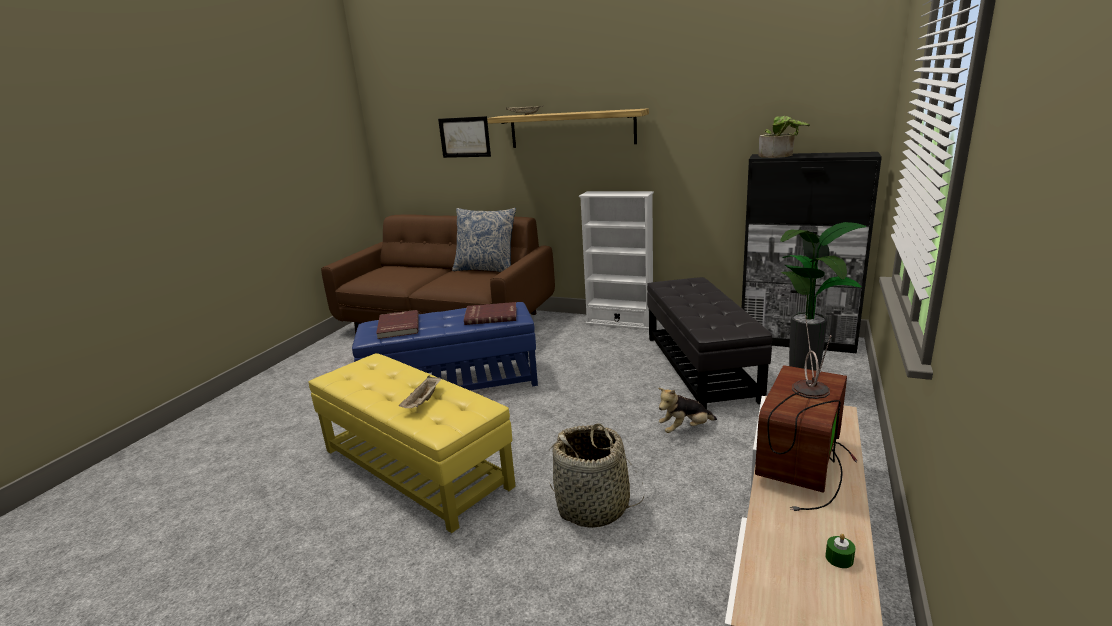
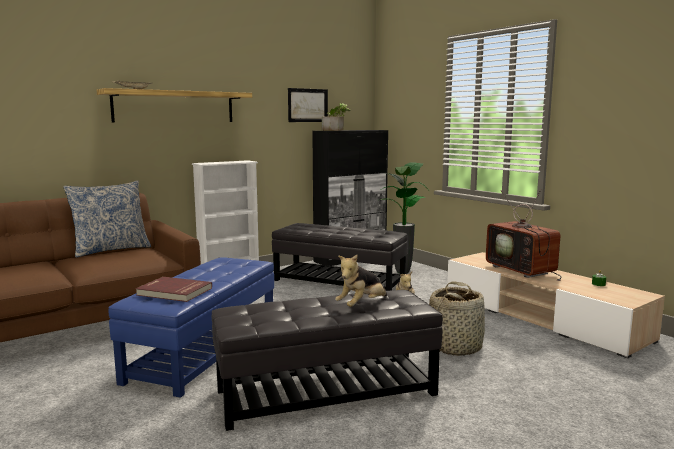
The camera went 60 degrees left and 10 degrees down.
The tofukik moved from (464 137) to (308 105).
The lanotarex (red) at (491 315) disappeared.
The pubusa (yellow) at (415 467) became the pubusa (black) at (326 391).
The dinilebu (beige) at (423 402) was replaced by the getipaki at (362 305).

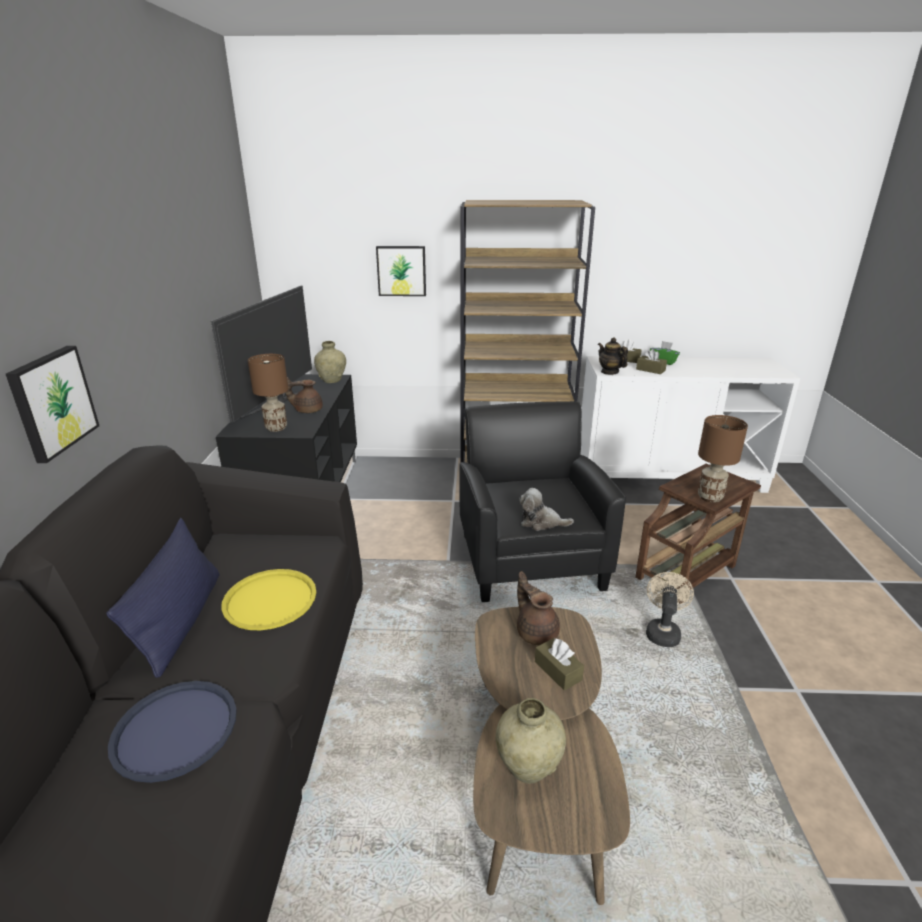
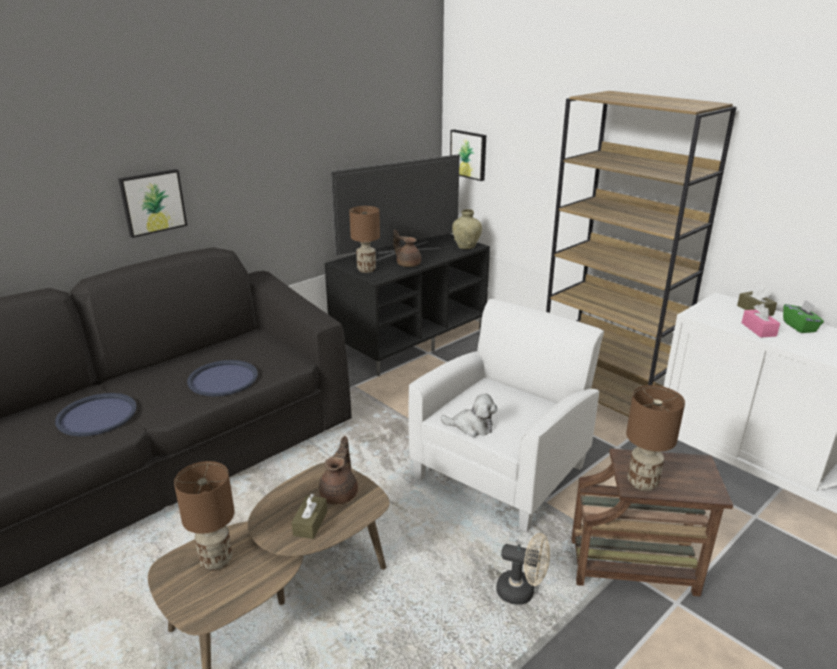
The camera went 45 degrees right and 0 degrees up.
The tofukik moved from (401 270) to (469 154).
The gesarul at (609 372) disappeared.
The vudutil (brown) at (650 370) became the vudutil (pink) at (758 329).
The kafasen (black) at (530 559) became the kafasen (white) at (501 471).
The getipaki at (541 522) turned 135 degrees clockwise.
The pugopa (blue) at (181 621) disappeared.
The dinilebu (yellow) at (270 600) became the dinilebu (blue) at (223 379).
The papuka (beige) at (662 631) turned 45 degrees clockwise.
The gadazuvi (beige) at (528 767) was replaced by the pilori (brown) at (216 560).

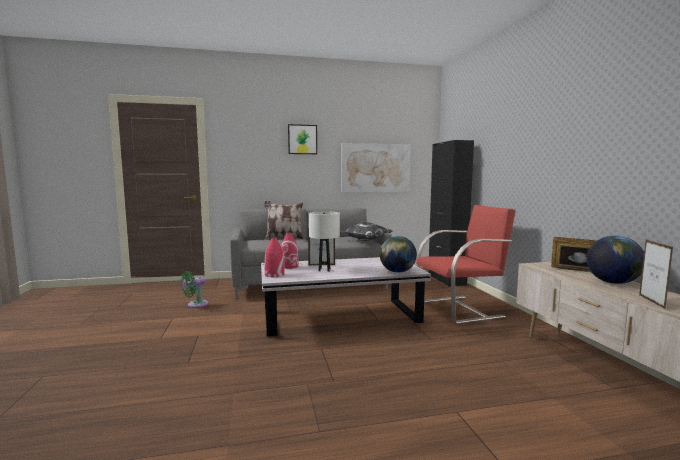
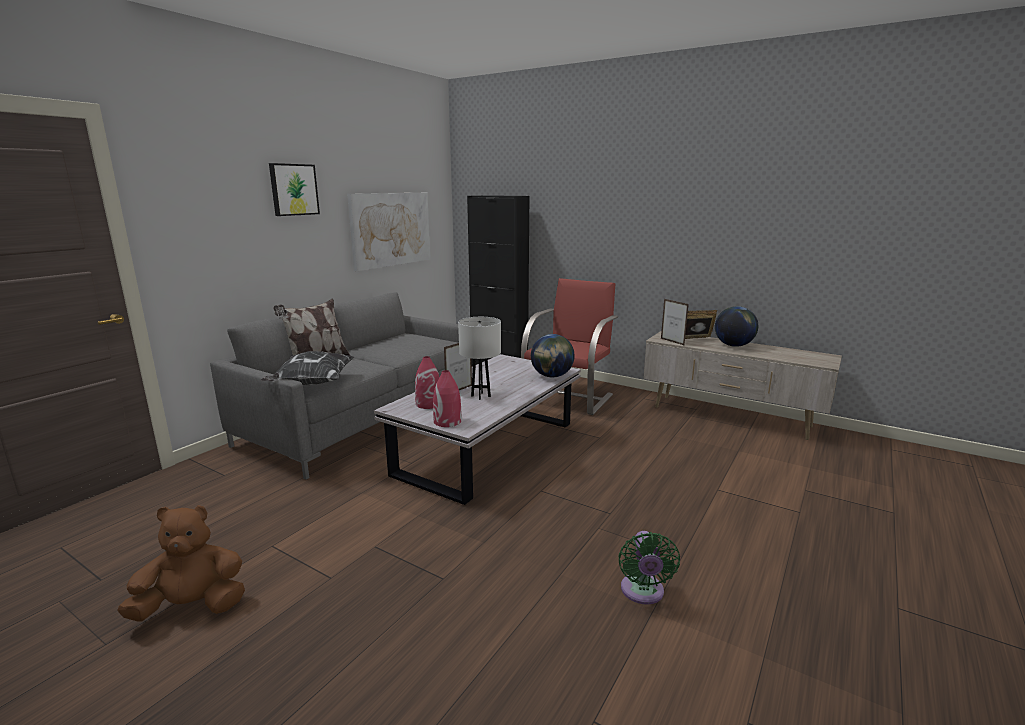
The camera went 45 degrees left and 10 degrees up.
The pugopa moved from (364 240) to (312 384).
The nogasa moved from (651 301) to (672 342).
The papuka (green) moved from (195 305) to (642 593).
The getipaki (brown) at (193 606) appeared.

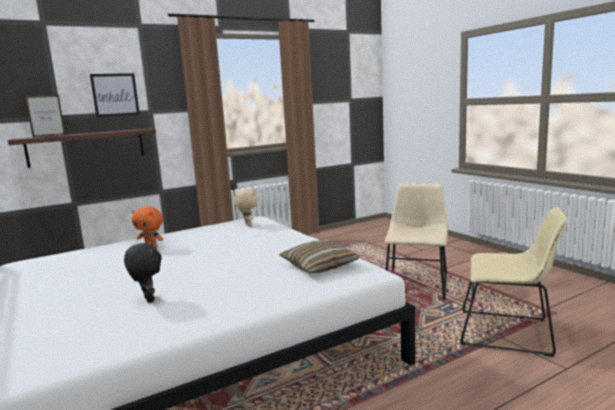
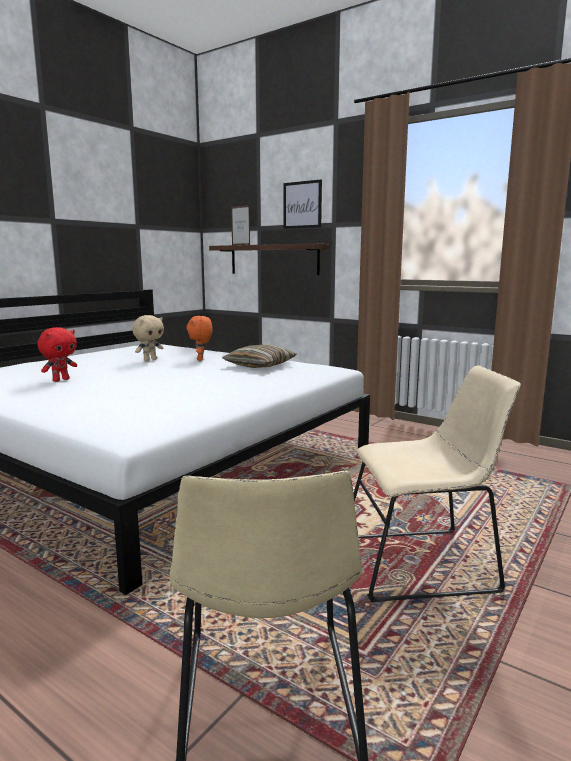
The camera went 65 degrees right and 0 degrees up.
The getipaki (beige) moved from (247 225) to (150 359).
The pugopa moved from (319 266) to (260 365).
The getipaki (black) at (147 300) became the getipaki (red) at (60 380).

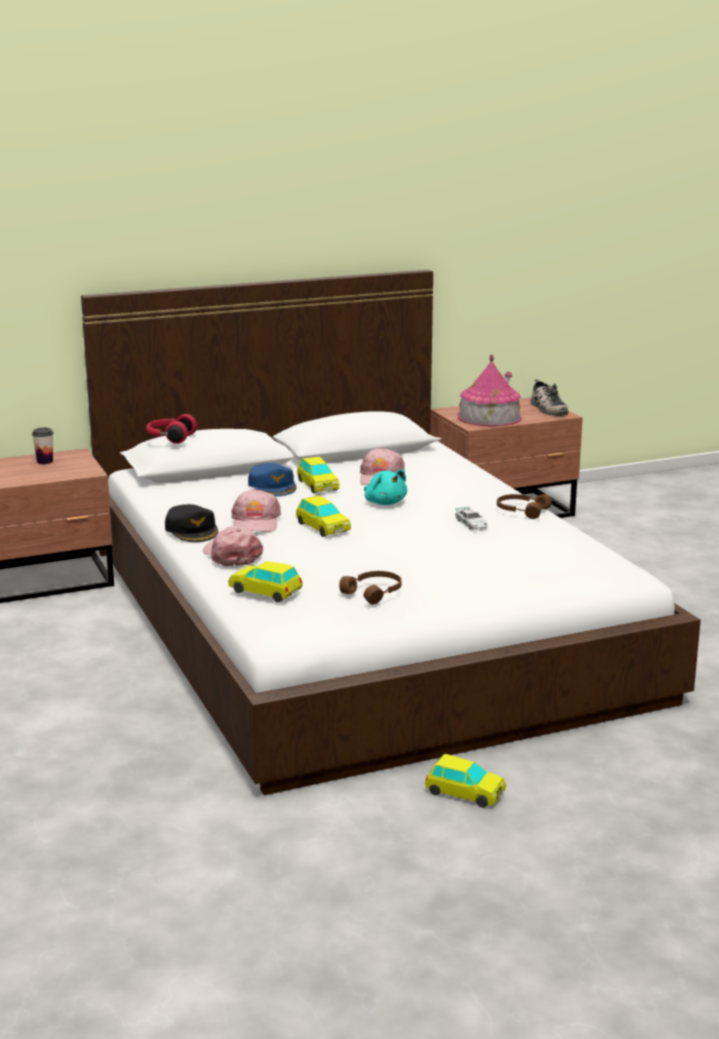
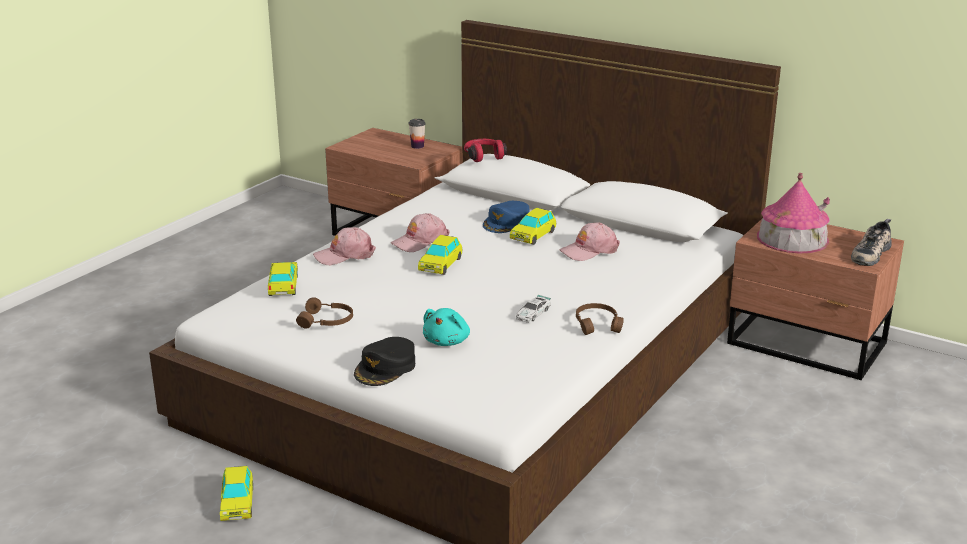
The camera went 55 degrees right and 5 degrees up.
The getipaki (turquoise) moved from (384 502) to (447 341).
The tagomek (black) moved from (192 530) to (386 368).
The tagomek (pink) at (232 555) turned 135 degrees counterclockwise.

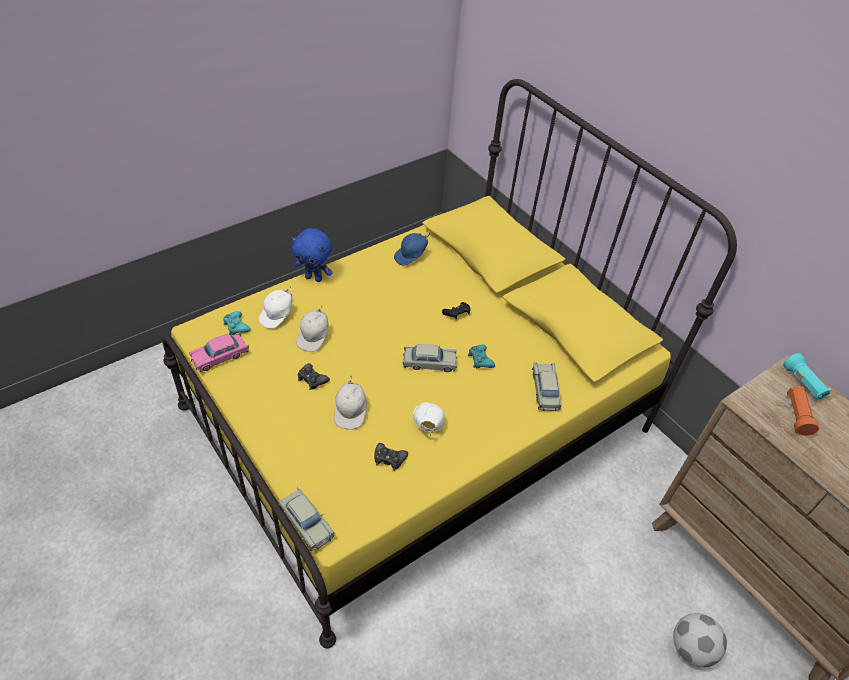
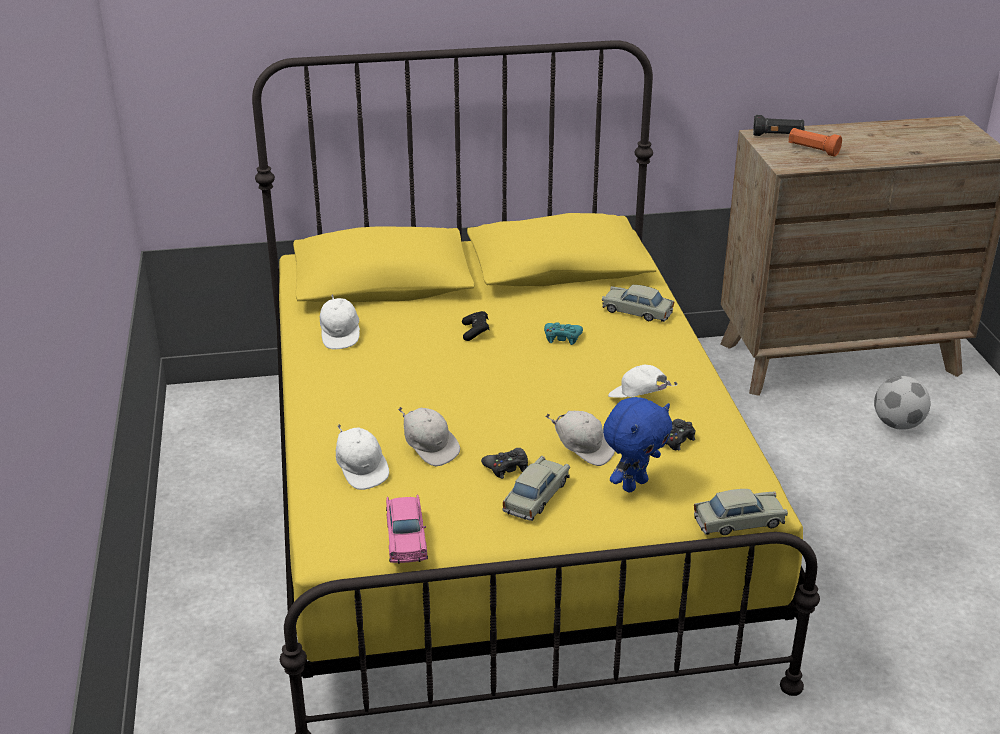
The camera went 60 degrees left and 15 degrees down.
The getipaki (blue) moved from (314 278) to (633 484).
The tagomek (blue) at (411 256) became the tagomek (white) at (340 335).
The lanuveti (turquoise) at (236 326) disappeared.
The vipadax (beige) moved from (429 363) to (536 496).
The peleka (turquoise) at (803 383) became the peleka (black) at (777 135).

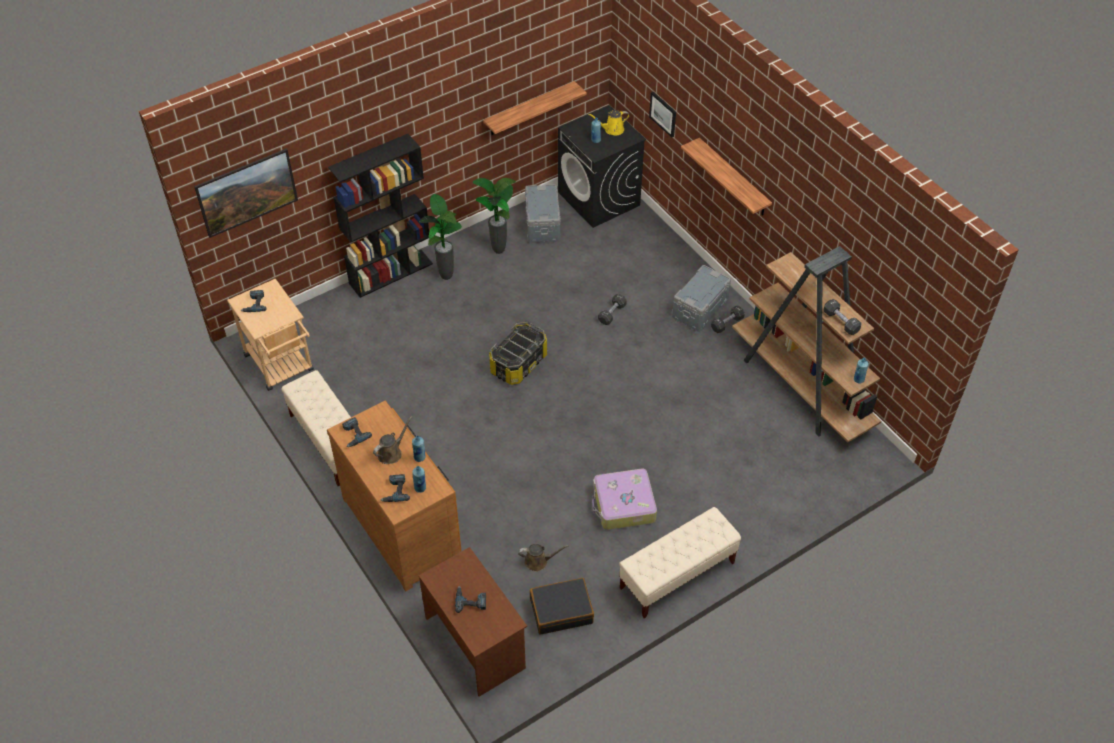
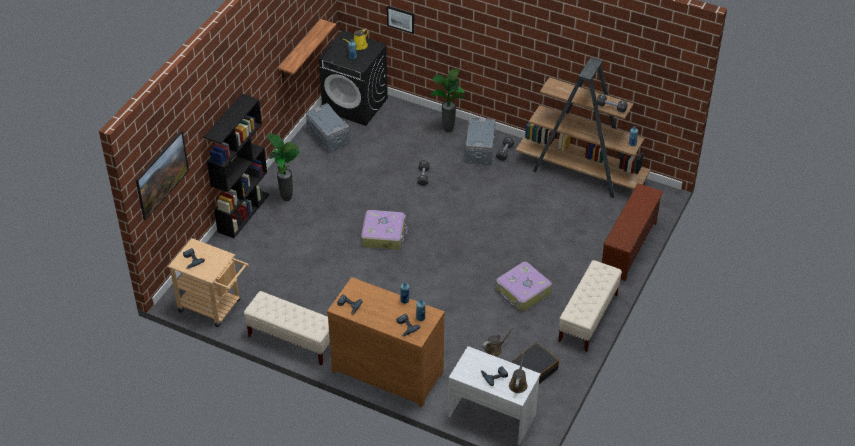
The camera went 30 degrees left and 5 degrees down.
The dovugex at (733 178) disappeared.
The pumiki moved from (497 250) to (447 130).
The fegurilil at (518 363) was replaced by the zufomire at (384 234).
The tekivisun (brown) moved from (391 453) to (518 384).
The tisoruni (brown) at (476 642) became the tisoruni (white) at (492 414).
The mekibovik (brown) at (629 248) appeared.

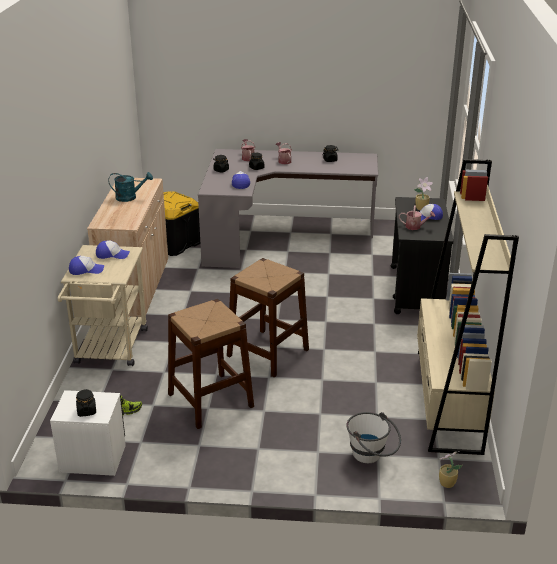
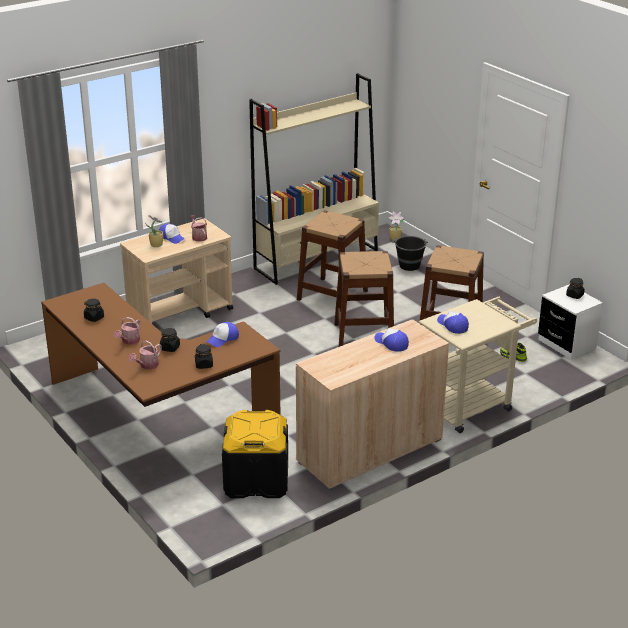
The camera went 130 degrees left and 0 degrees up.
The tisoruni (grey) at (279 235) became the tisoruni (brown) at (154 422).
The tekivisun (turquoise) at (130 197) disappeared.
The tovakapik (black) at (416 291) became the tovakapik (beige) at (181 313).
The tagomek moved from (86 270) to (391 343).
The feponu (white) at (372 456) became the feponu (black) at (409 263).
The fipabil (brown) at (332 295) appeared.

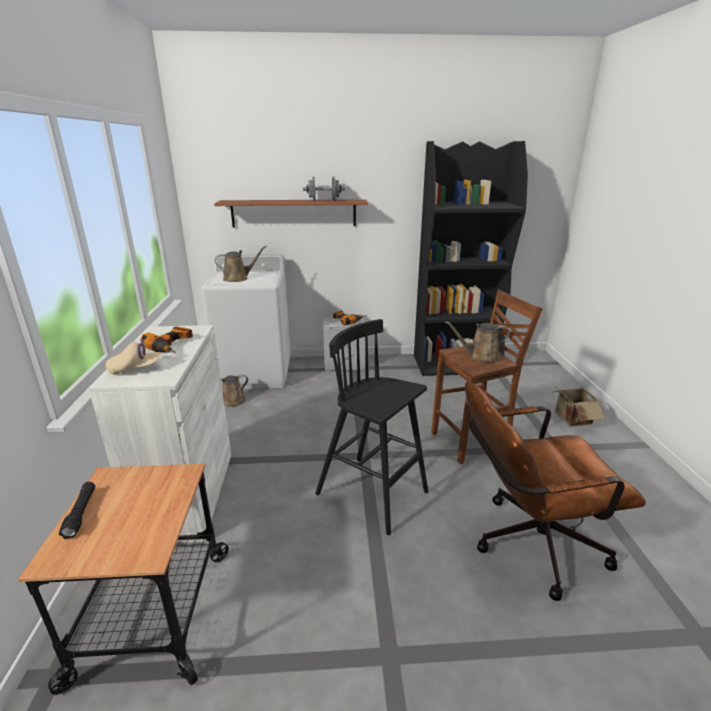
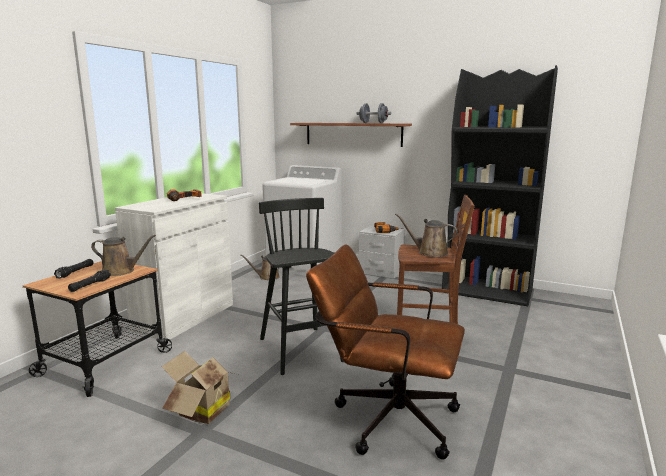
The camera went 30 degrees right and 10 degrees down.
The tekivisun (brown) moved from (238 278) to (121 271).
The tagomek (beige) at (136 369) disappeared.
The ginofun moved from (570 420) to (200 411).
The peleka (black) at (90 285) appeared.

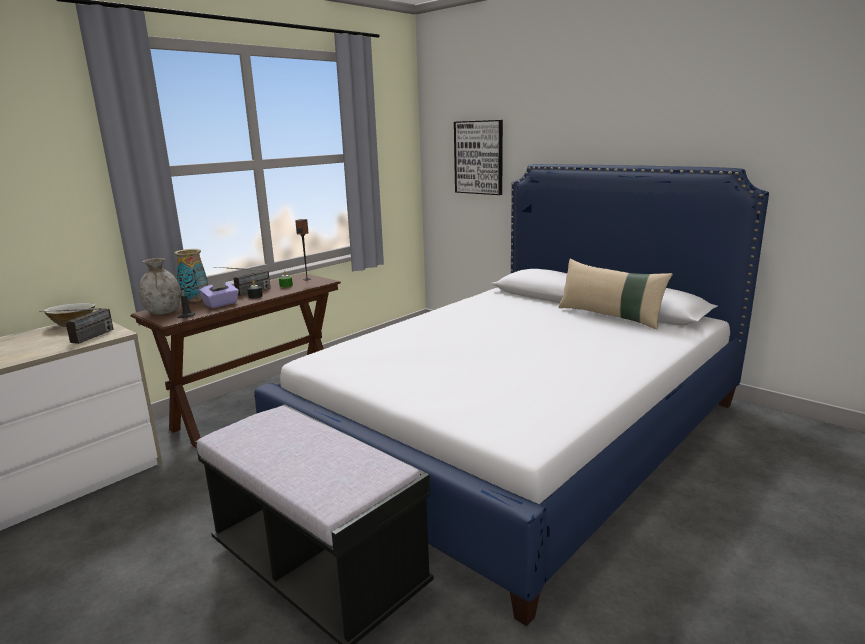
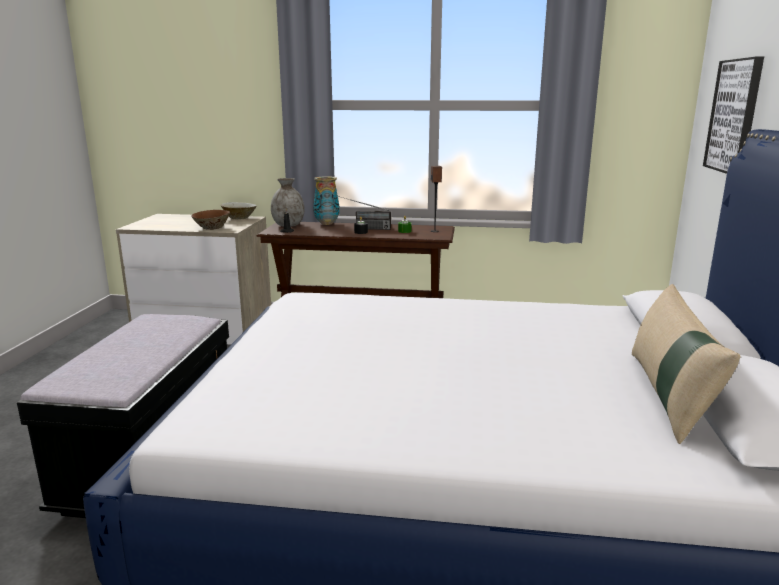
The camera went 55 degrees right and 0 degrees up.
The vudutil (purple) at (221 304) disappeared.
The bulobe at (83 340) was replaced by the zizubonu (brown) at (212 228).

